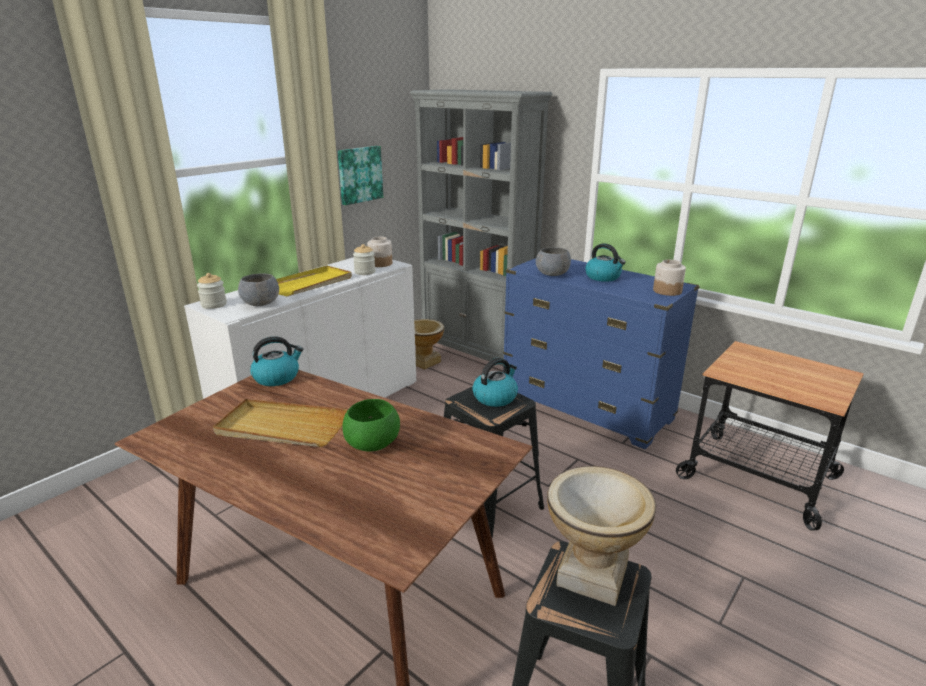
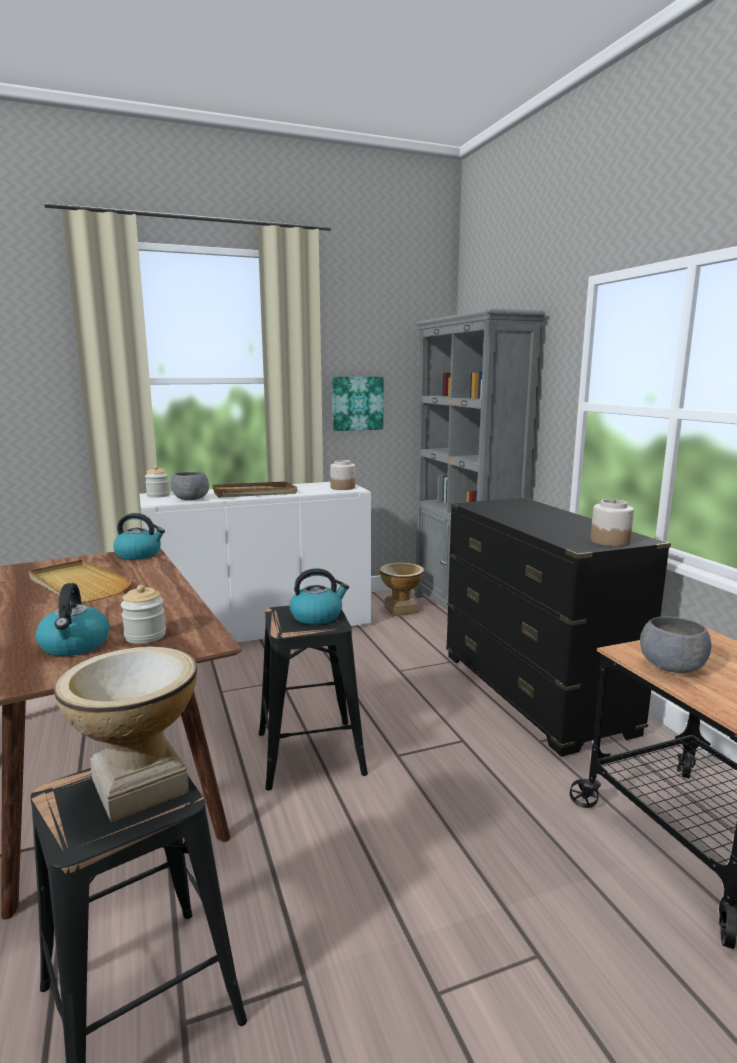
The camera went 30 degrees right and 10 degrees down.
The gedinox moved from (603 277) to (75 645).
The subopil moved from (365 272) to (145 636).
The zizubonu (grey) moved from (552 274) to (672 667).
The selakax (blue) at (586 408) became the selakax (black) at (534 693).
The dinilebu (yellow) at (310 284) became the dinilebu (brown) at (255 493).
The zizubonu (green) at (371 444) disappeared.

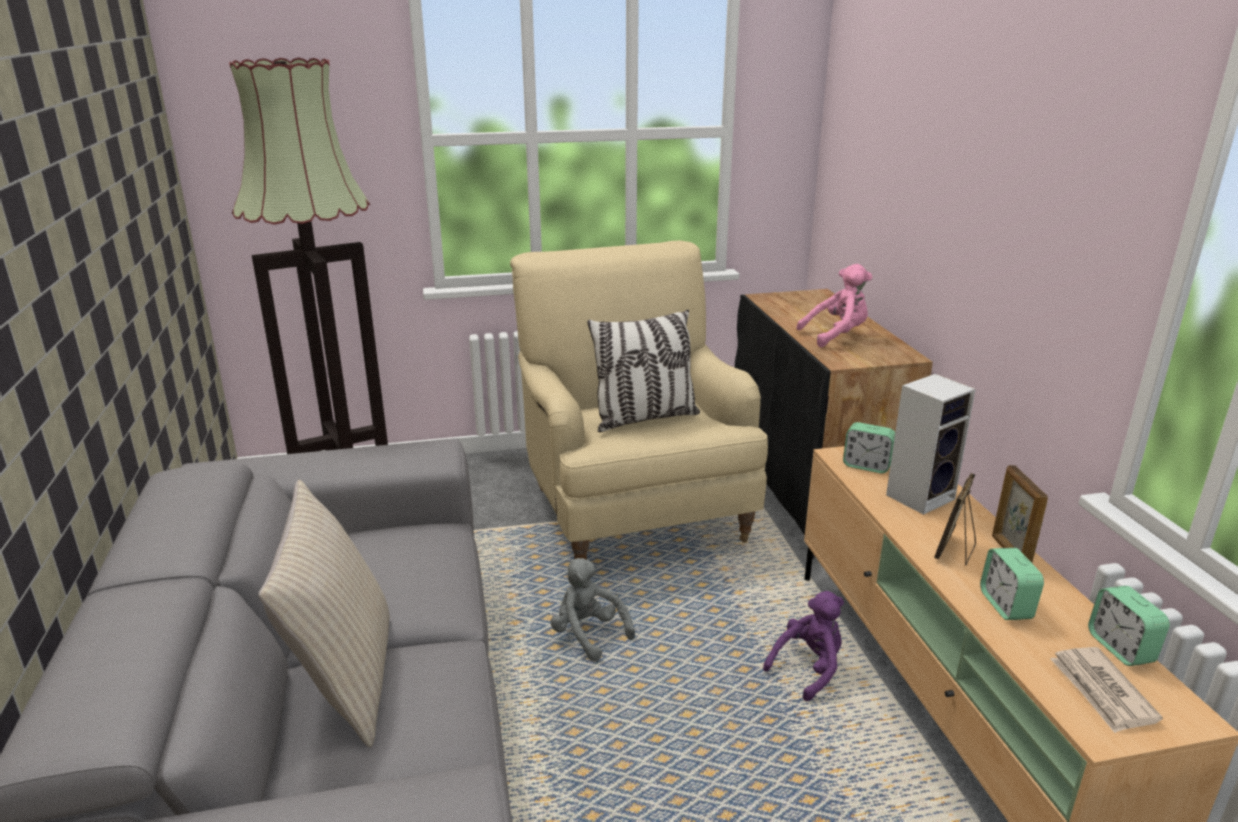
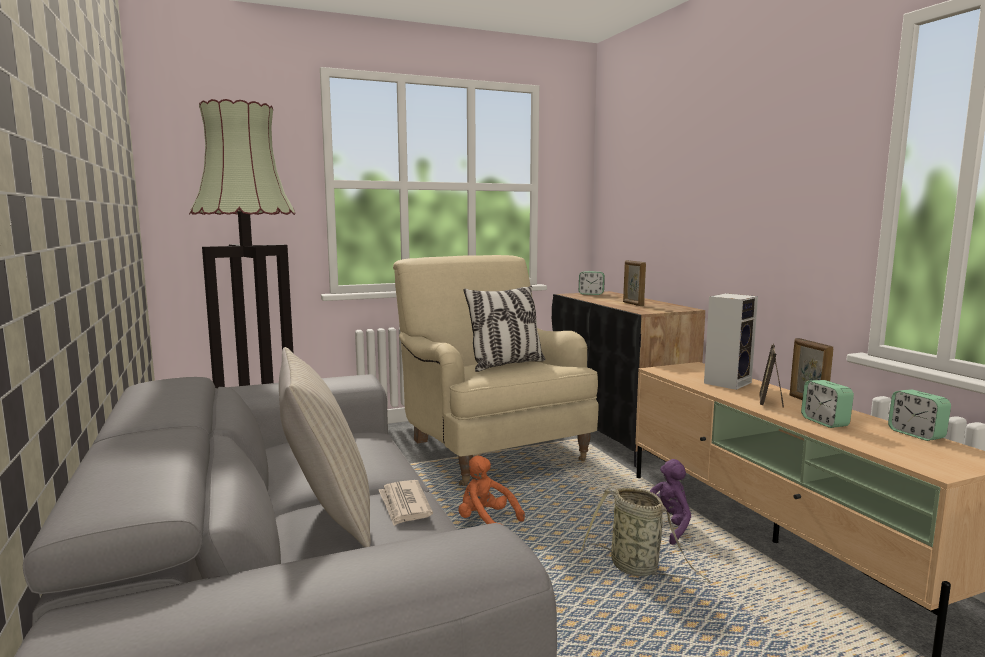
The camera went 10 degrees left and 15 degrees down.
The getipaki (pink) at (836 336) was replaced by the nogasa at (633 304).
The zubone moved from (866 466) to (591 294).
The getipaki (grey) at (588 634) became the getipaki (orange) at (486 522).
The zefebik moved from (1102 692) to (404 505).
The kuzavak at (638 568) appeared.

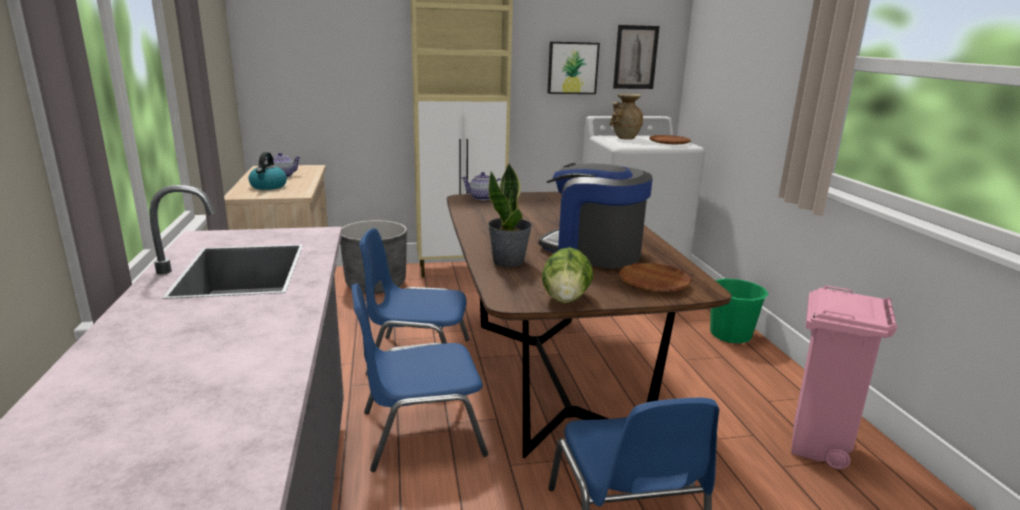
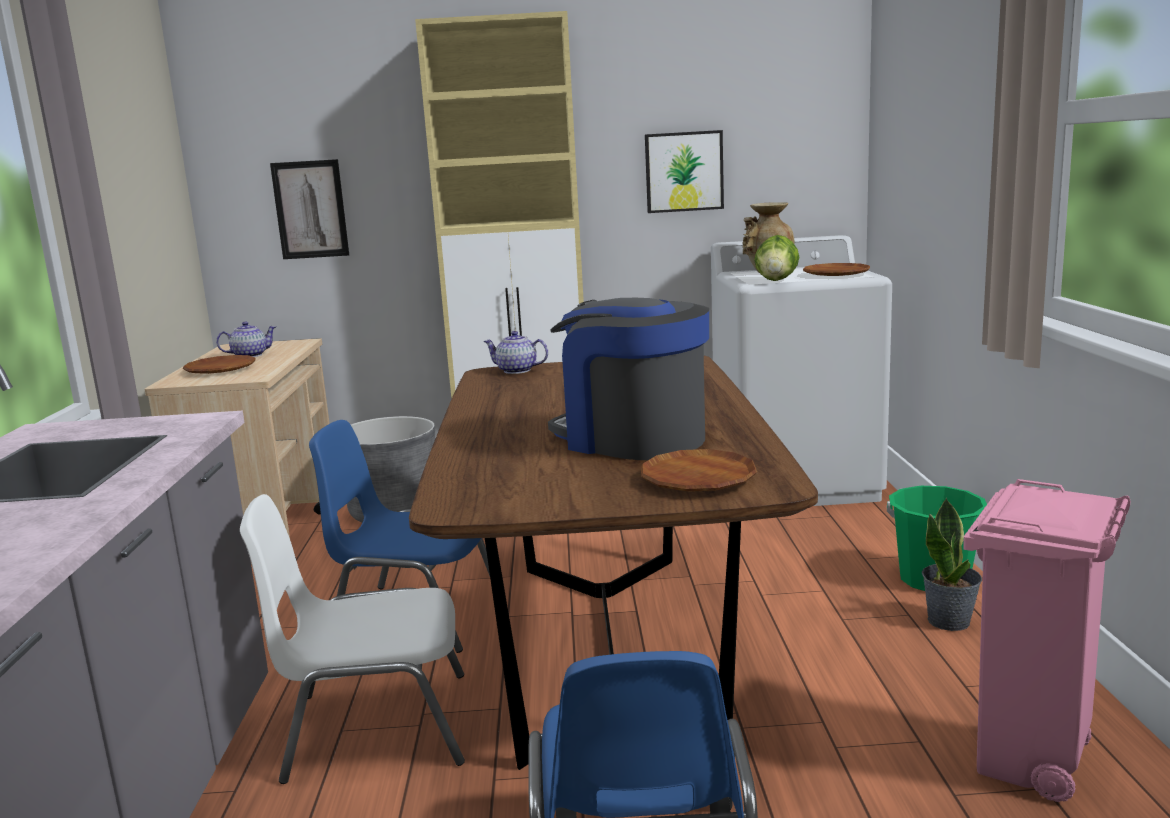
The camera went 10 degrees right and 5 degrees down.
The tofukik moved from (635 57) to (310 209).
The gedinox at (268 186) was replaced by the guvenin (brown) at (220 369).
The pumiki moved from (509 261) to (949 621).
The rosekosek moved from (566 299) to (776 280).
The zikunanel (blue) at (420 432) became the zikunanel (white) at (375 727).

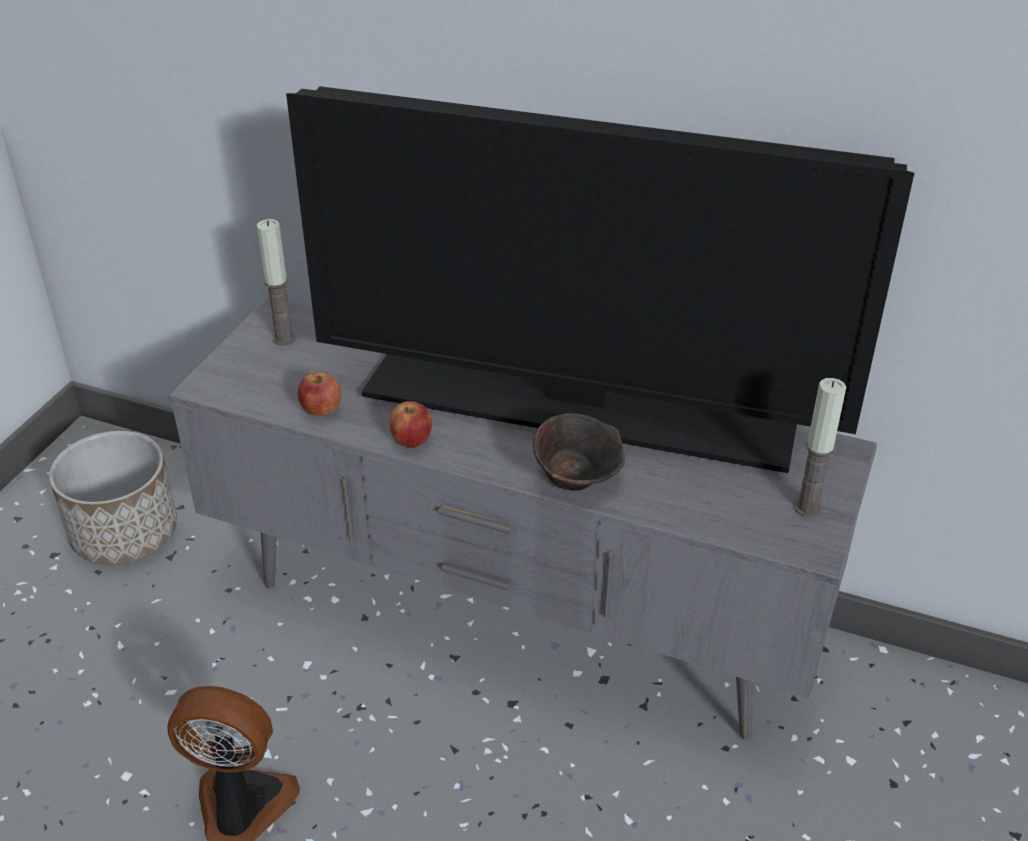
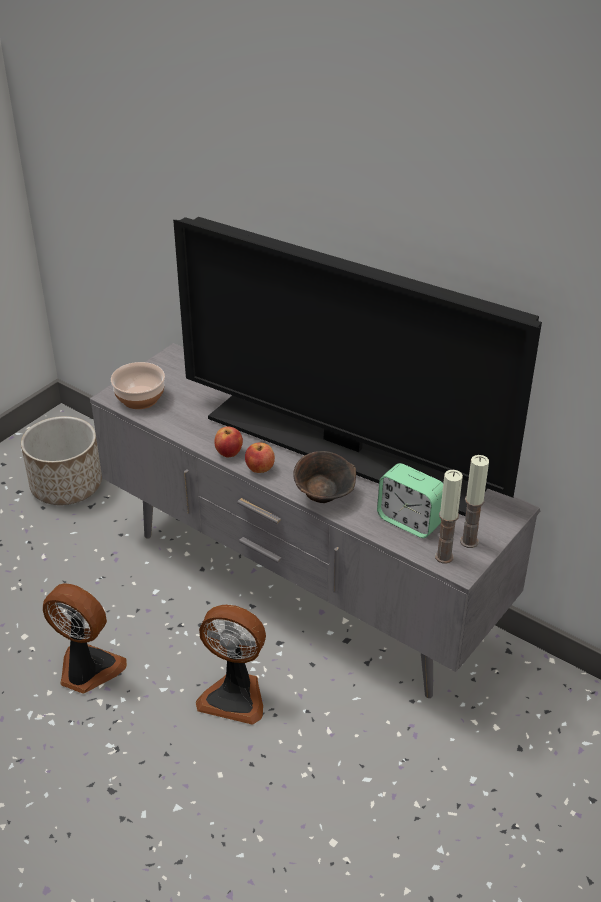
The camera went 15 degrees right and 0 degrees up.
The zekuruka moved from (284 339) to (444 556).
The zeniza moved from (321 411) to (260 469).
The zizubonu at (139 398) appeared.
The zubone at (409 521) appeared.
The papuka at (235 696) appeared.

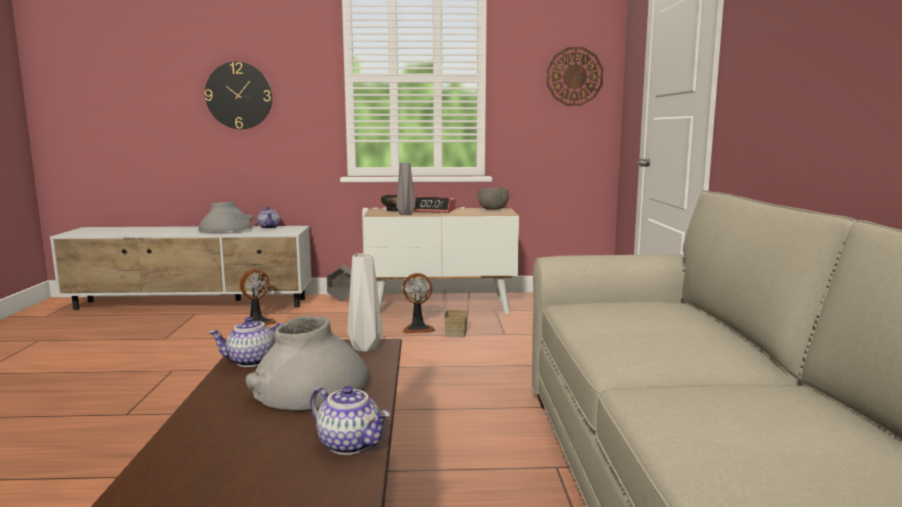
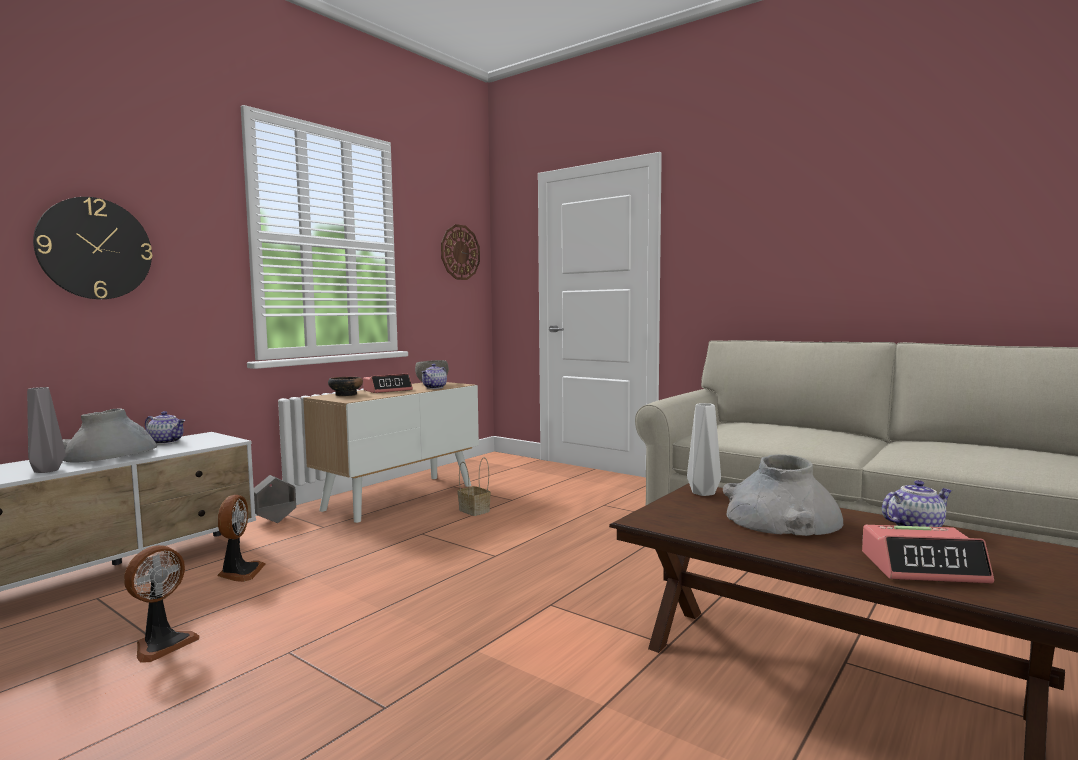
The camera went 50 degrees left and 5 degrees down.
The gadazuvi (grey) moved from (406 214) to (48 470).
The papuka moved from (418 328) to (162 644).
The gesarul moved from (251 362) to (435 387).
The zubone at (923 567) appeared.

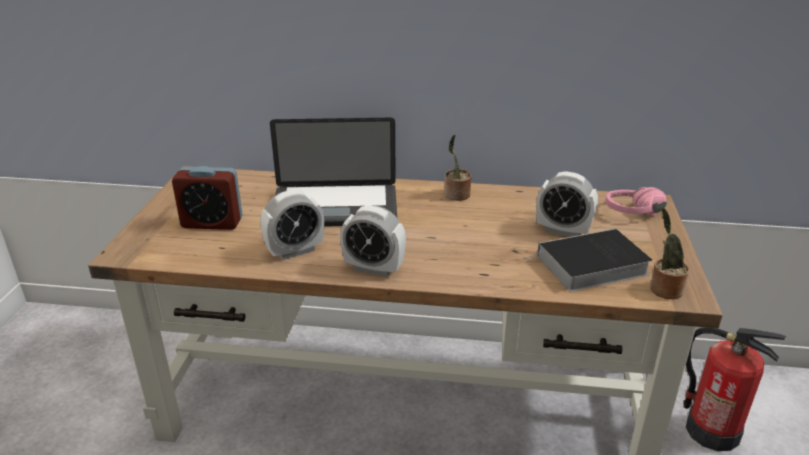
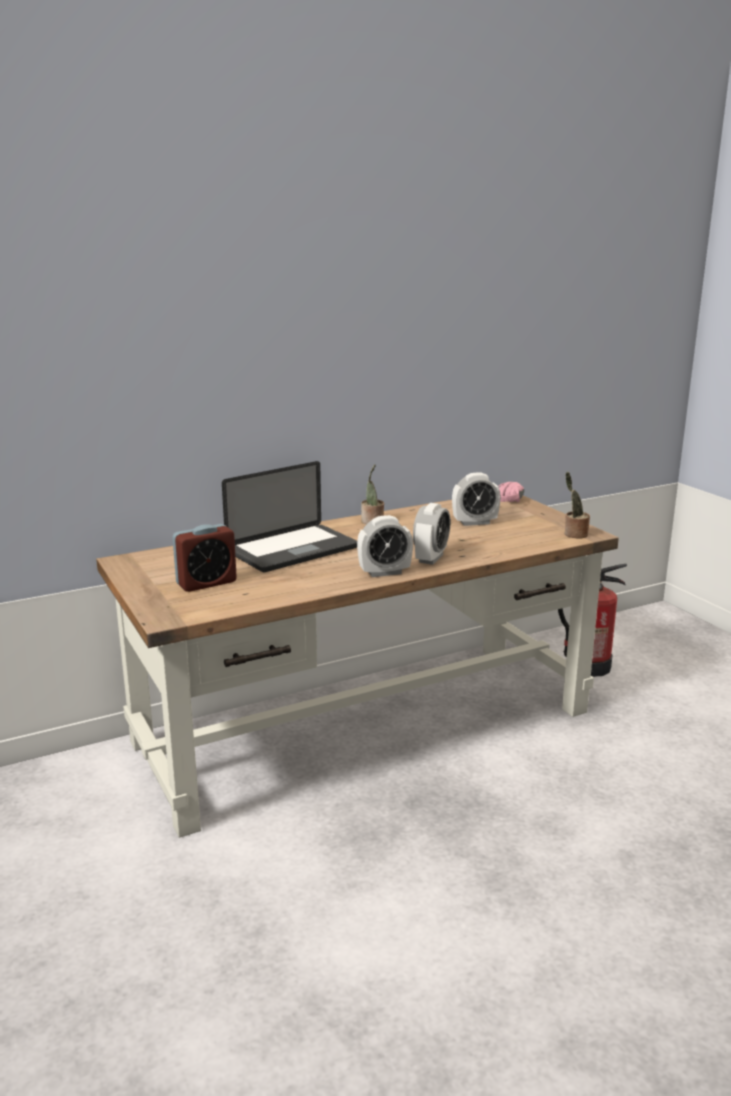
The camera went 35 degrees left and 10 degrees down.
The zubone moved from (295 251) to (430 558).
The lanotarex at (589 266) disappeared.

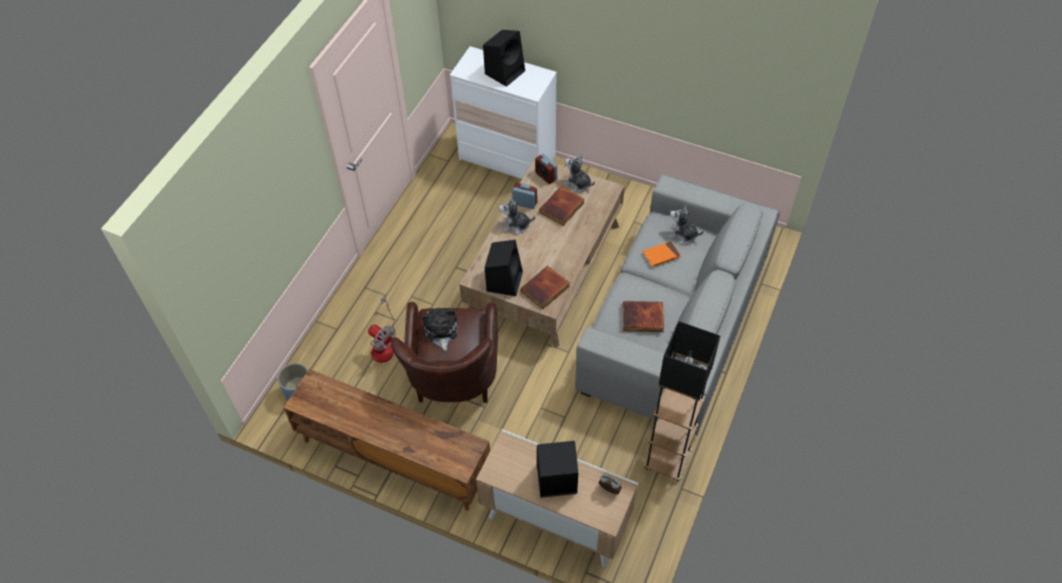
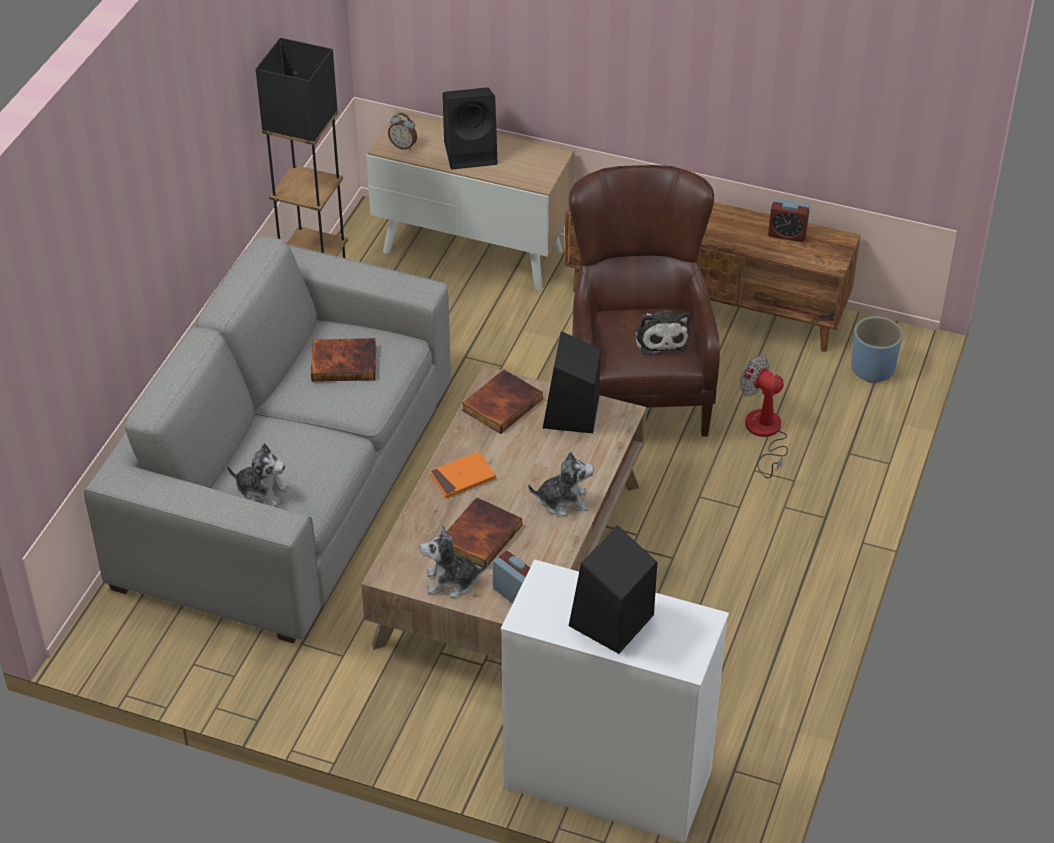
The camera went 175 degrees right and 10 degrees down.
The getipaki at (577 184) turned 150 degrees clockwise.
The zubone moved from (525 203) to (787 234).
The lanotarex (orange) moved from (661 255) to (462 477).

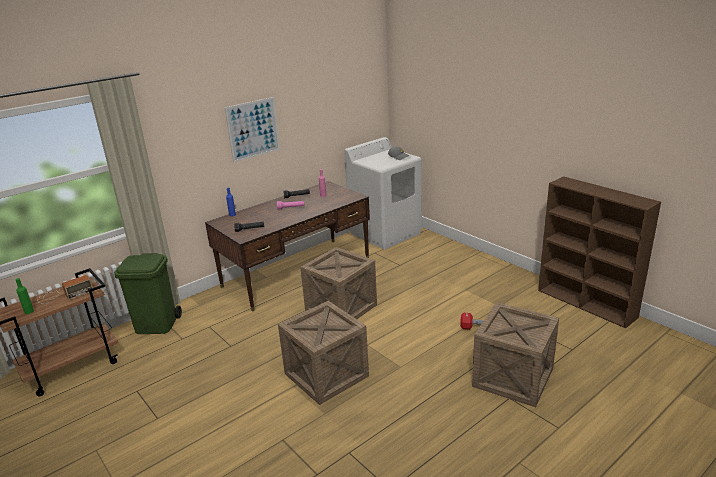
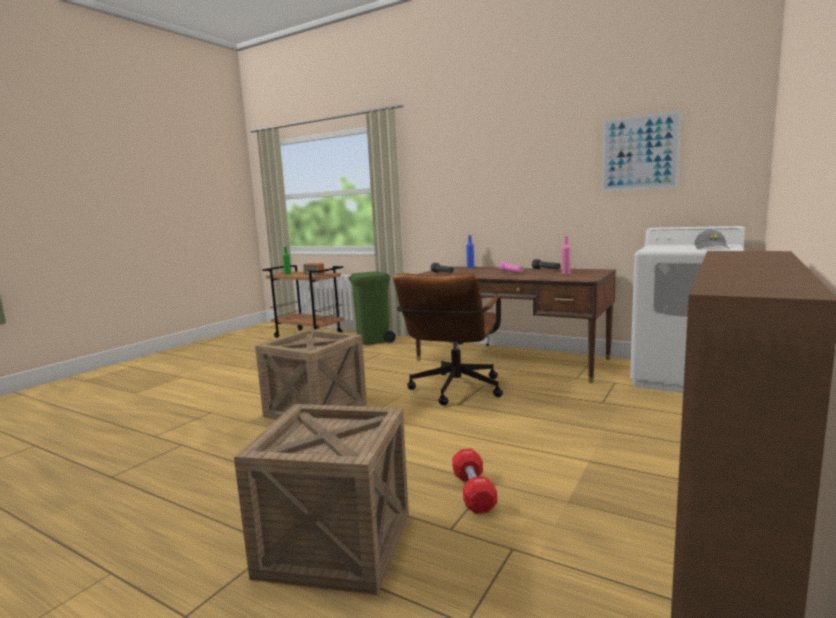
The camera went 70 degrees right and 15 degrees down.
The tofukik moved from (253 129) to (639 152).
The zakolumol at (341 308) was replaced by the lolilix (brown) at (454 391).

